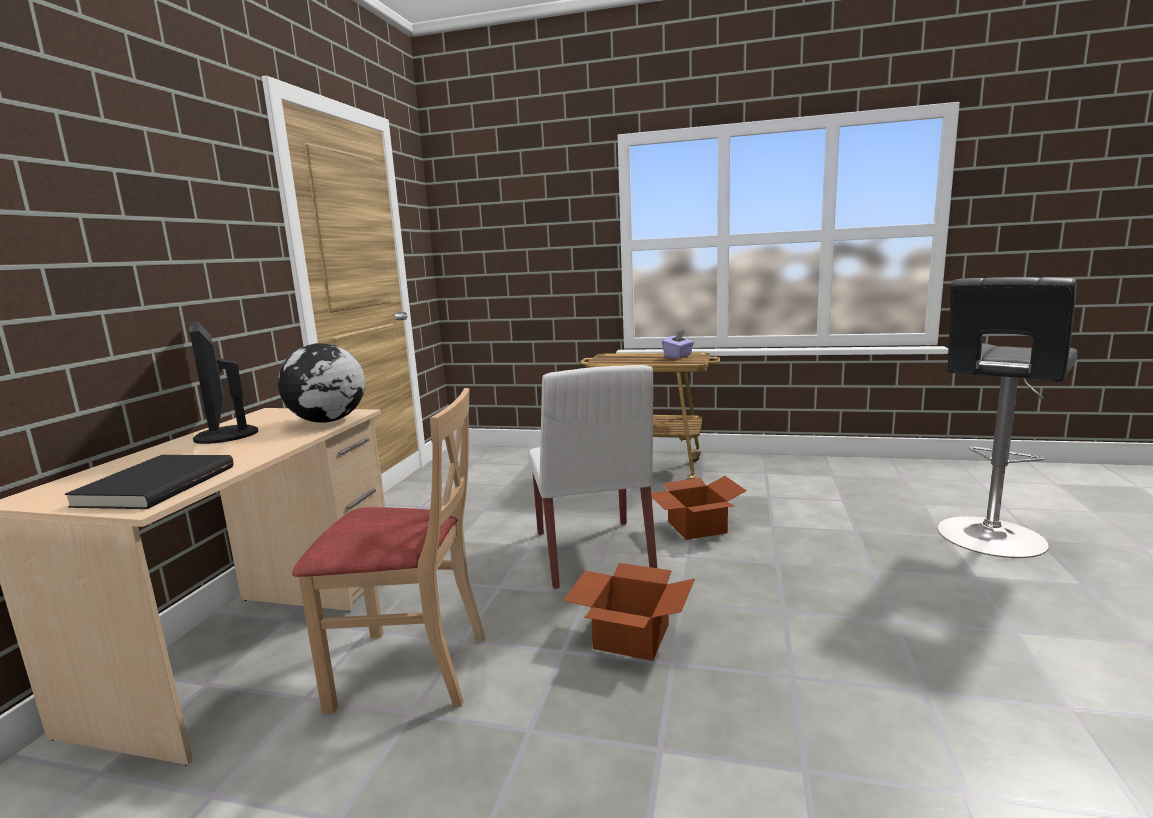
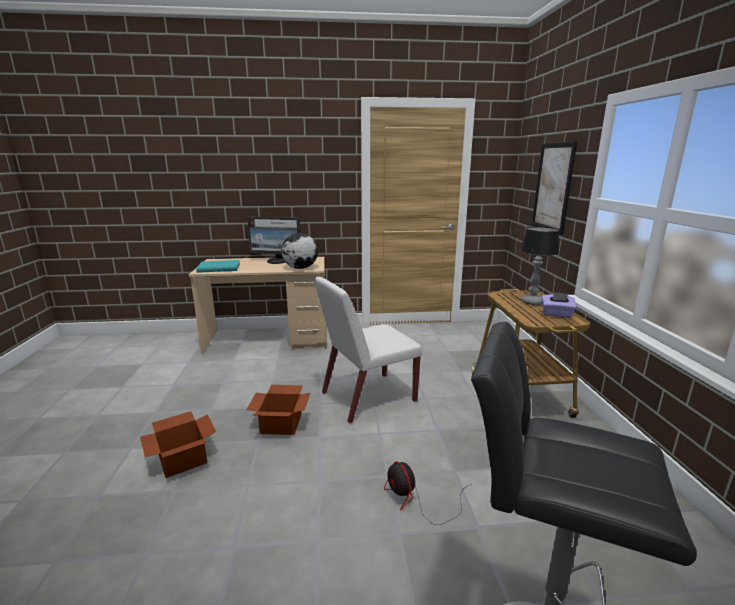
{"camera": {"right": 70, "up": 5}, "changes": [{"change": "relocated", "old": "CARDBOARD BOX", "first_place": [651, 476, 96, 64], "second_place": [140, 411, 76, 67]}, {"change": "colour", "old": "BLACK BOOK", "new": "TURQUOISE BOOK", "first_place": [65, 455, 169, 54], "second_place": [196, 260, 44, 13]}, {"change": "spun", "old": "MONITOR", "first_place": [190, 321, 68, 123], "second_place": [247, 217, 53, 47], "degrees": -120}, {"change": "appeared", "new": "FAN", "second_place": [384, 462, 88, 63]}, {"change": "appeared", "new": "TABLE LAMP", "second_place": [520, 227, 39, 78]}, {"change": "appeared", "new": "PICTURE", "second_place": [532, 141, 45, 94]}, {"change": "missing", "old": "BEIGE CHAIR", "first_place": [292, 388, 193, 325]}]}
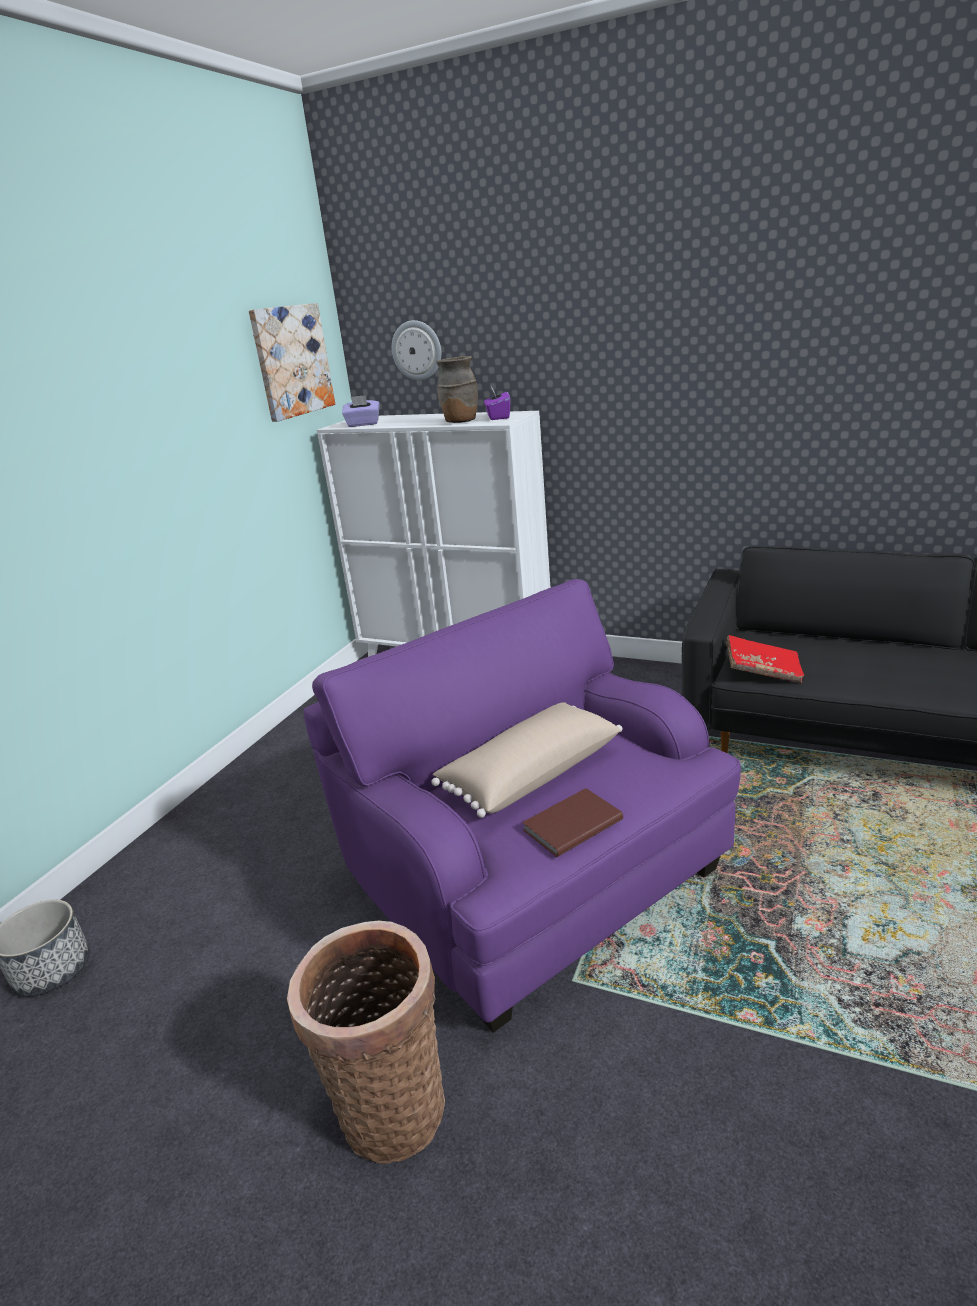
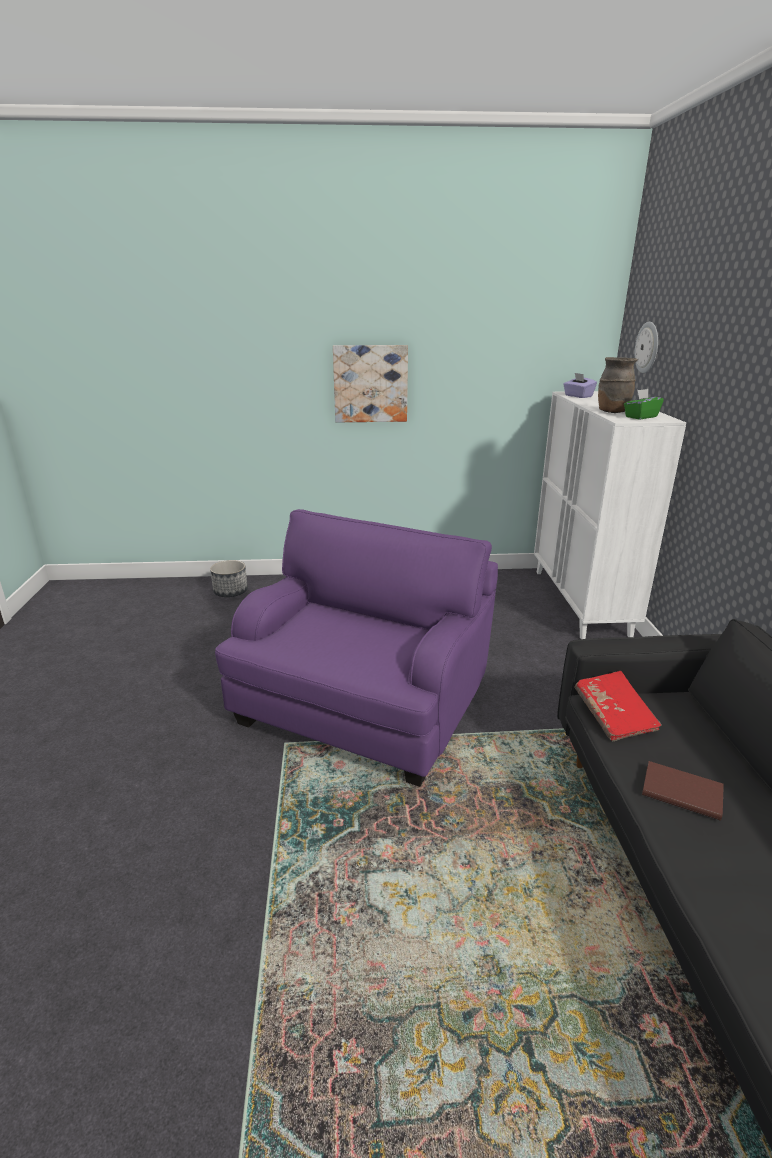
{"camera": {"right": 60, "up": 0}, "changes": [{"change": "relocated", "old": "PICTURE", "first_place": [249, 303, 86, 119], "second_place": [333, 345, 75, 77]}, {"change": "colour", "old": "PURPLE TISSUE BOX", "new": "GREEN TISSUE BOX", "first_place": [484, 388, 26, 32], "second_place": [624, 389, 40, 30]}, {"change": "relocated", "old": "BROWN BOOK", "first_place": [522, 788, 101, 69], "second_place": [642, 761, 82, 60]}, {"change": "missing", "old": "BASKET", "first_place": [287, 921, 158, 243]}, {"change": "missing", "old": "BEIGE PILLOW", "first_place": [431, 702, 192, 116]}]}
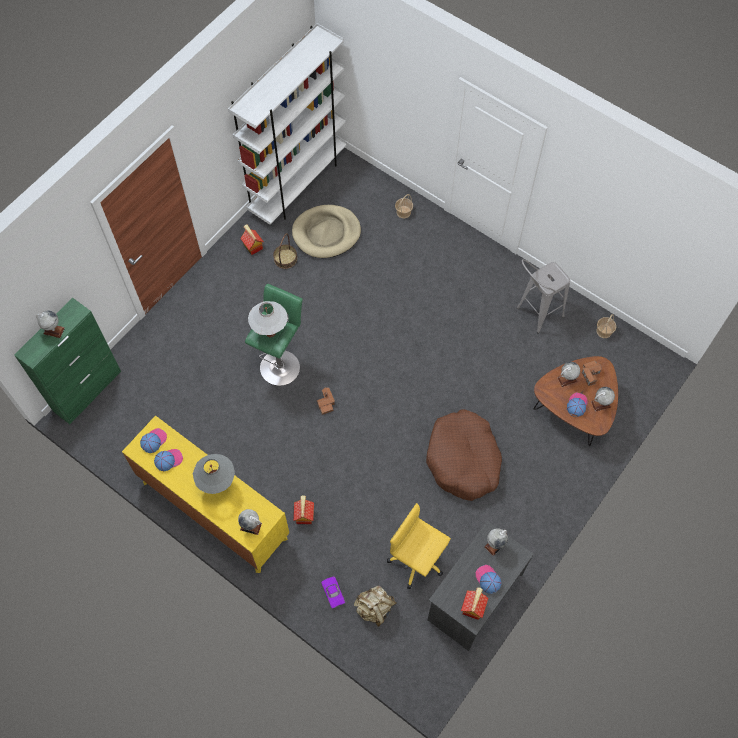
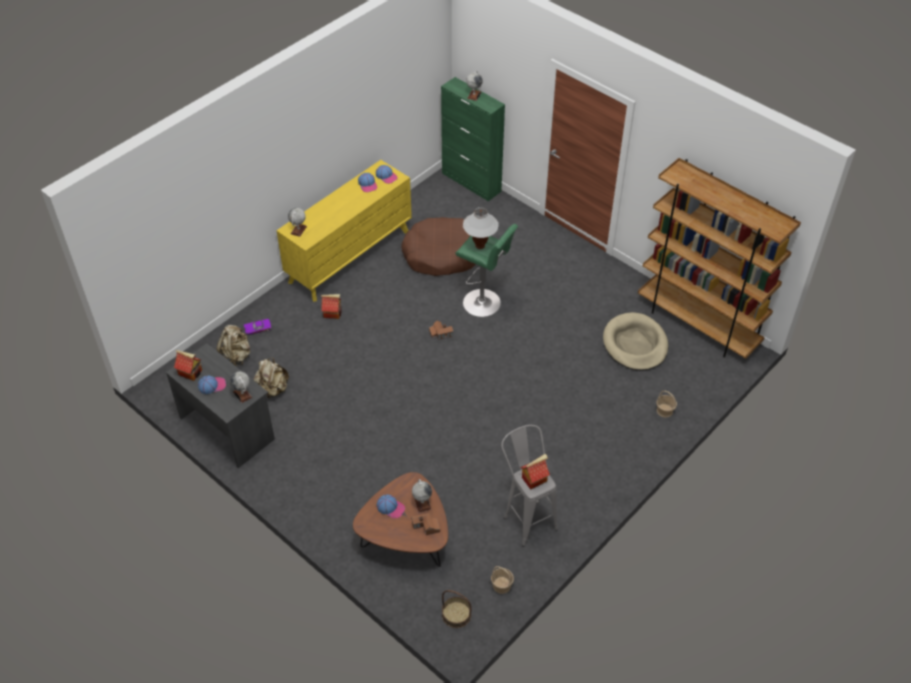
{"camera": {"right": 95, "up": -15}, "changes": [{"change": "exchanged", "old": "YELLOW OFFICE CHAIR", "new": "BEIGE BACKPACK", "first_place": [387, 503, 64, 86], "second_place": [253, 357, 36, 41]}, {"change": "relocated", "old": "BROWN DOG BED", "first_place": [426, 409, 76, 92], "second_place": [401, 217, 75, 59]}, {"change": "relocated", "old": "BASKET", "first_place": [273, 233, 24, 36], "second_place": [442, 590, 30, 38]}, {"change": "relocated", "old": "TOY HOUSE", "first_place": [240, 224, 24, 31], "second_place": [520, 454, 30, 36]}, {"change": "colour", "old": "WHITE BOOKCASE", "new": "BROWN BOOKCASE", "first_place": [228, 23, 119, 202], "second_place": [638, 158, 163, 201]}, {"change": "missing", "old": "GREY TABLE LAMP", "first_place": [193, 454, 42, 40]}, {"change": "missing", "old": "GLOBE", "first_place": [591, 387, 24, 25]}]}
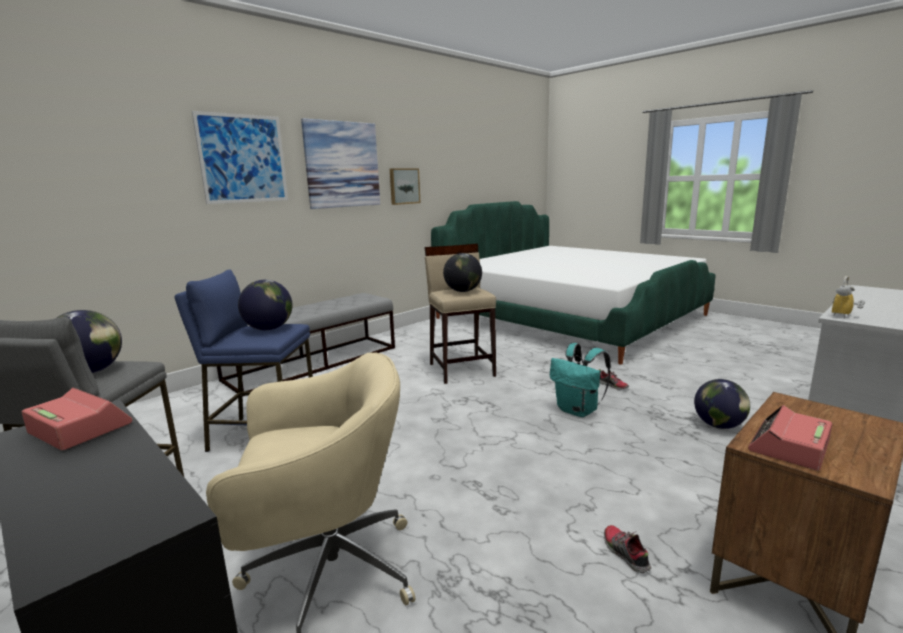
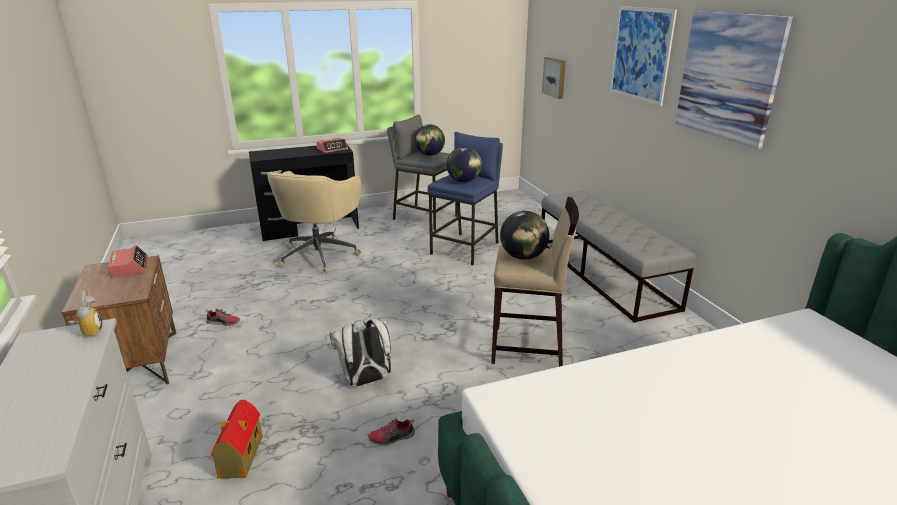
{"camera": {"right": 115, "up": 10}, "changes": [{"change": "exchanged", "old": "GLOBE", "new": "TOY HOUSE", "first_place": [694, 379, 56, 50], "second_place": [211, 400, 52, 78]}, {"change": "colour", "old": "TURQUOISE BACKPACK", "new": "WHITE BACKPACK", "first_place": [550, 343, 61, 74], "second_place": [330, 319, 61, 68]}, {"change": "relocated", "old": "PICTURE", "first_place": [390, 168, 31, 37], "second_place": [542, 57, 24, 42]}]}
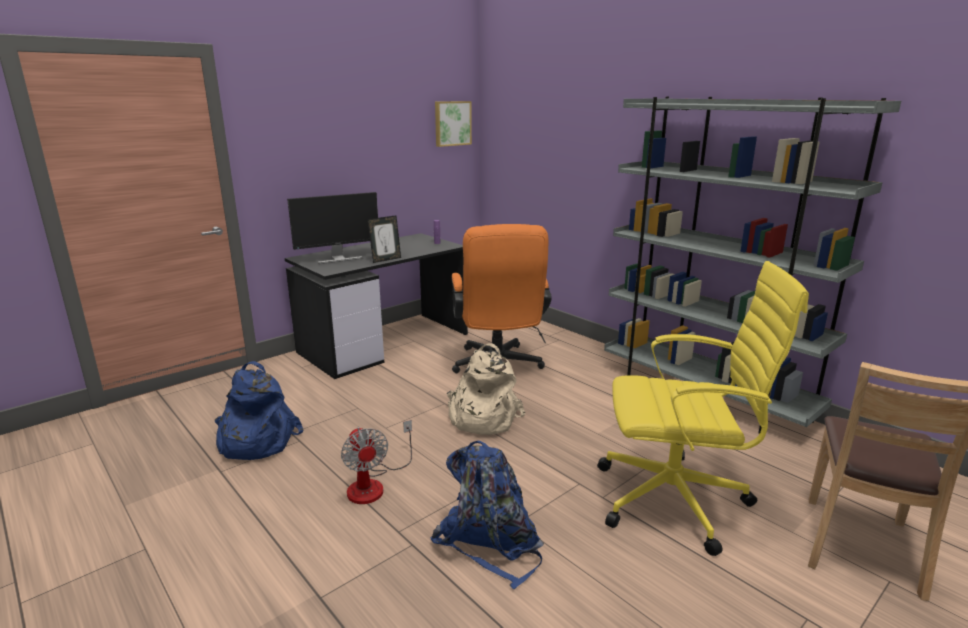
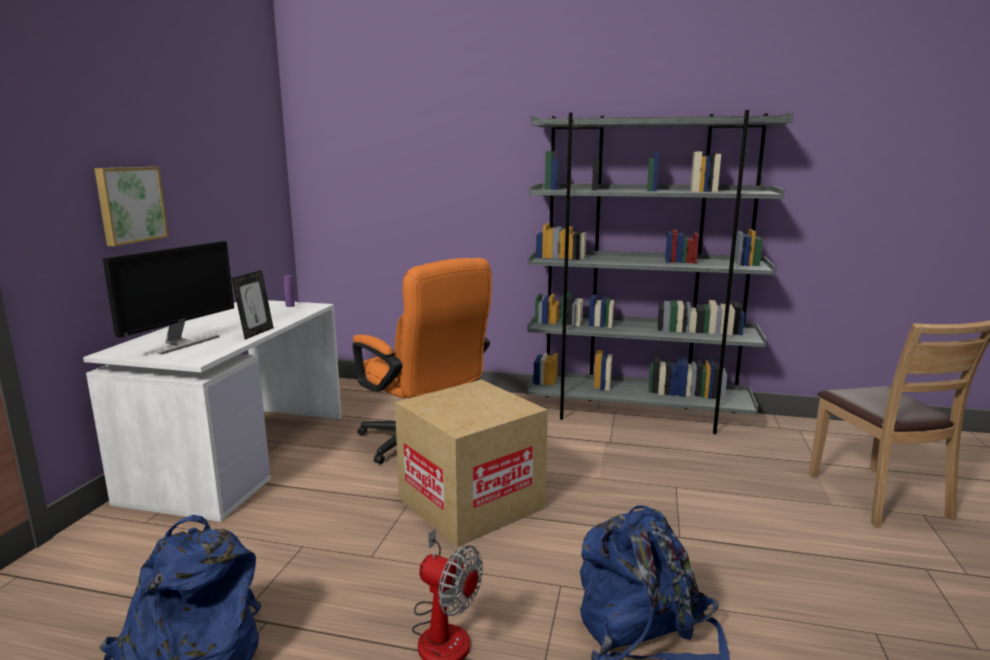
{"camera": {"right": -35, "up": -5}, "changes": [{"change": "colour", "old": "BLACK DESK", "new": "WHITE DESK", "first_place": [285, 233, 183, 146], "second_place": [83, 300, 259, 222]}, {"change": "relocated", "old": "PICTURE", "first_place": [435, 101, 37, 46], "second_place": [94, 167, 75, 79]}, {"change": "exchanged", "old": "BEIGE BACKPACK", "new": "CARDBOARD BOX", "first_place": [447, 343, 78, 92], "second_place": [395, 380, 153, 167]}, {"change": "missing", "old": "YELLOW OFFICE CHAIR", "first_place": [597, 261, 212, 295]}]}
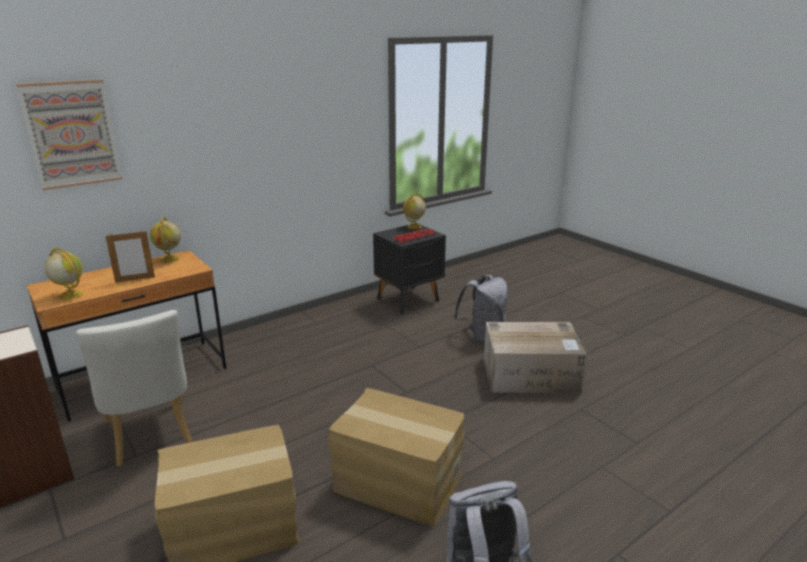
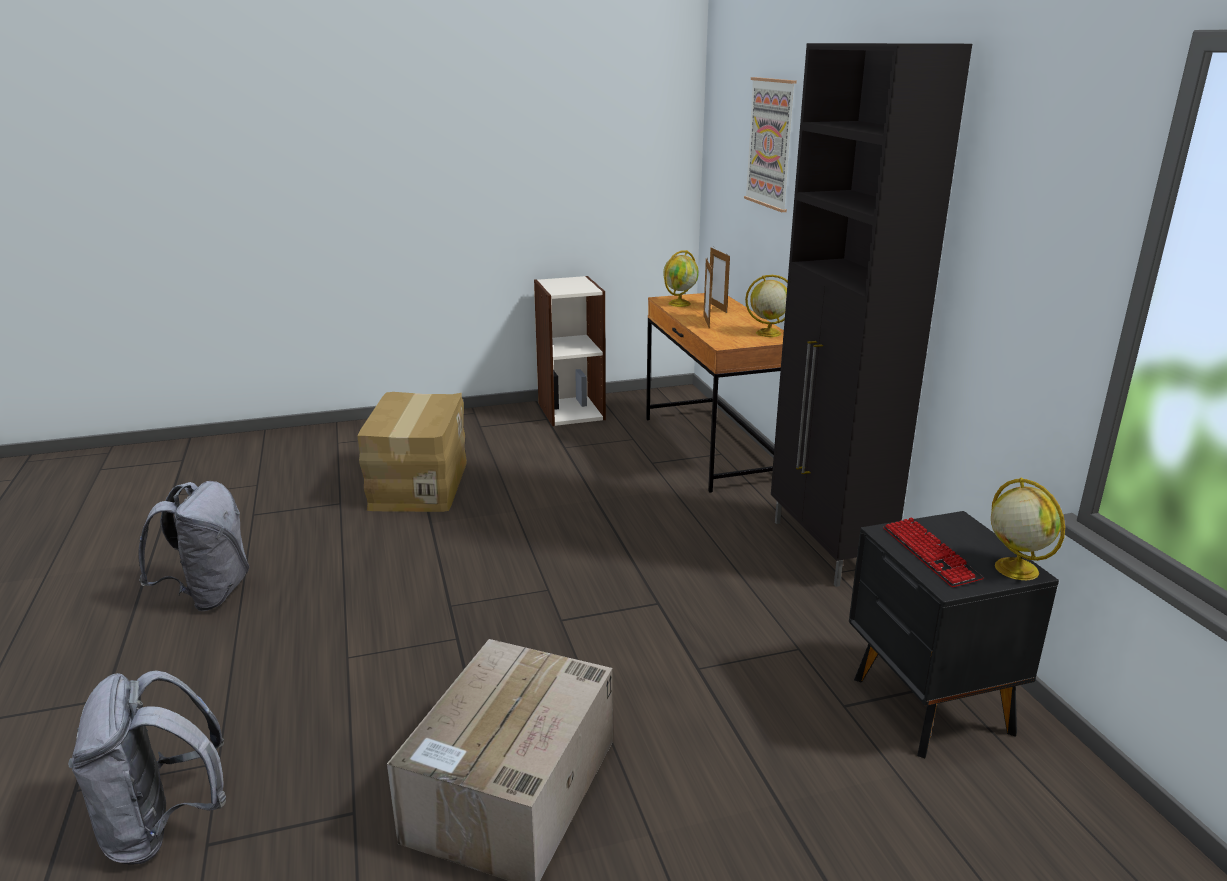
{"camera": {"right": 110, "up": 0}, "changes": [{"change": "relocated", "old": "GREY BACKPACK", "first_place": [454, 275, 54, 67], "second_place": [68, 670, 158, 195]}, {"change": "appeared", "new": "PICTURE FRAME", "second_place": [710, 247, 20, 66]}, {"change": "appeared", "new": "BLACK CABINET", "second_place": [771, 43, 201, 544]}, {"change": "missing", "old": "WHITE CHAIR", "first_place": [76, 310, 117, 156]}, {"change": "missing", "old": "CARDBOARD BOX", "first_place": [328, 388, 136, 138]}]}
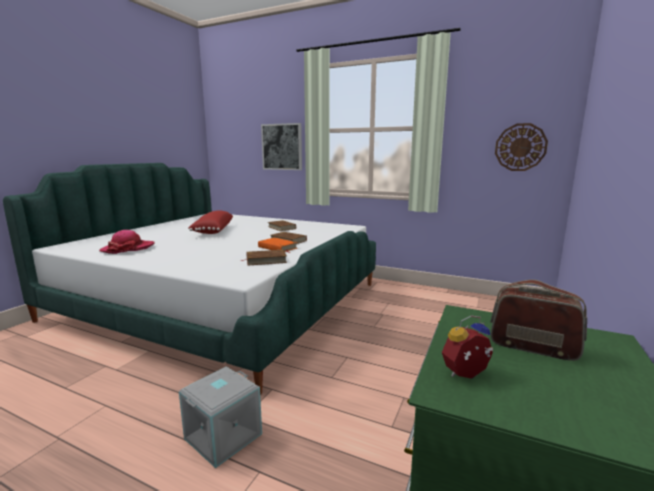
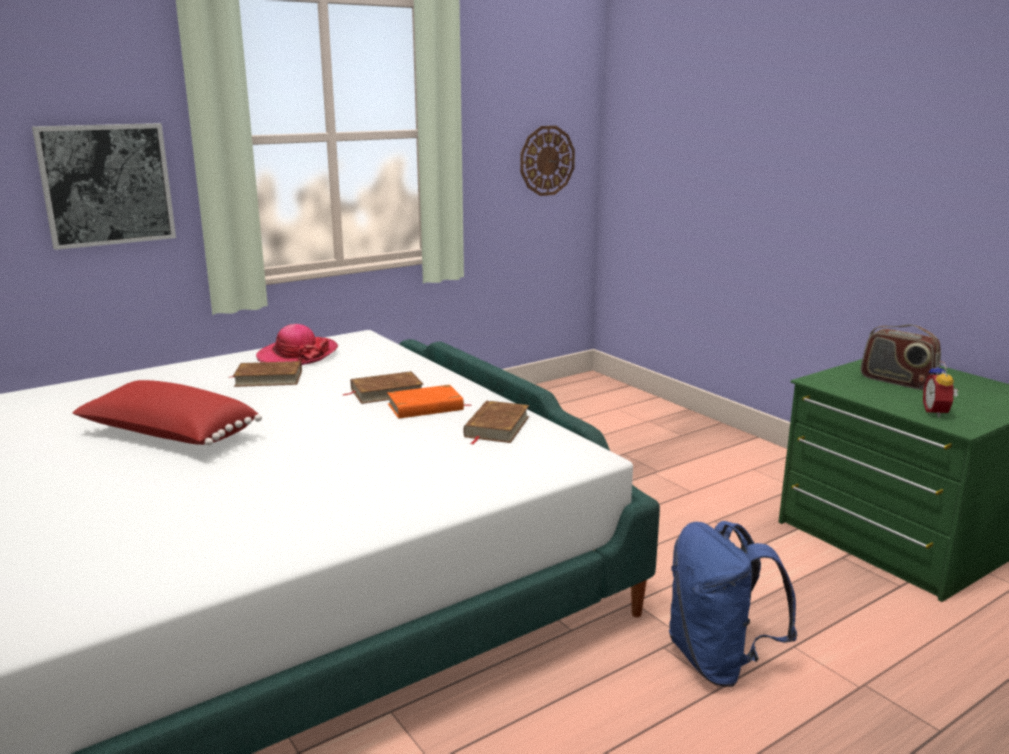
{"camera": {"right": -60, "up": 5}, "changes": [{"change": "relocated", "old": "HAT", "first_place": [99, 230, 56, 24], "second_place": [256, 324, 82, 41]}, {"change": "exchanged", "old": "GREY STORAGE BOX", "new": "BLUE BACKPACK", "first_place": [179, 367, 83, 101], "second_place": [669, 521, 128, 166]}, {"change": "spun", "old": "RADIO", "first_place": [490, 280, 97, 81], "second_place": [861, 324, 80, 66], "degrees": -105}]}
